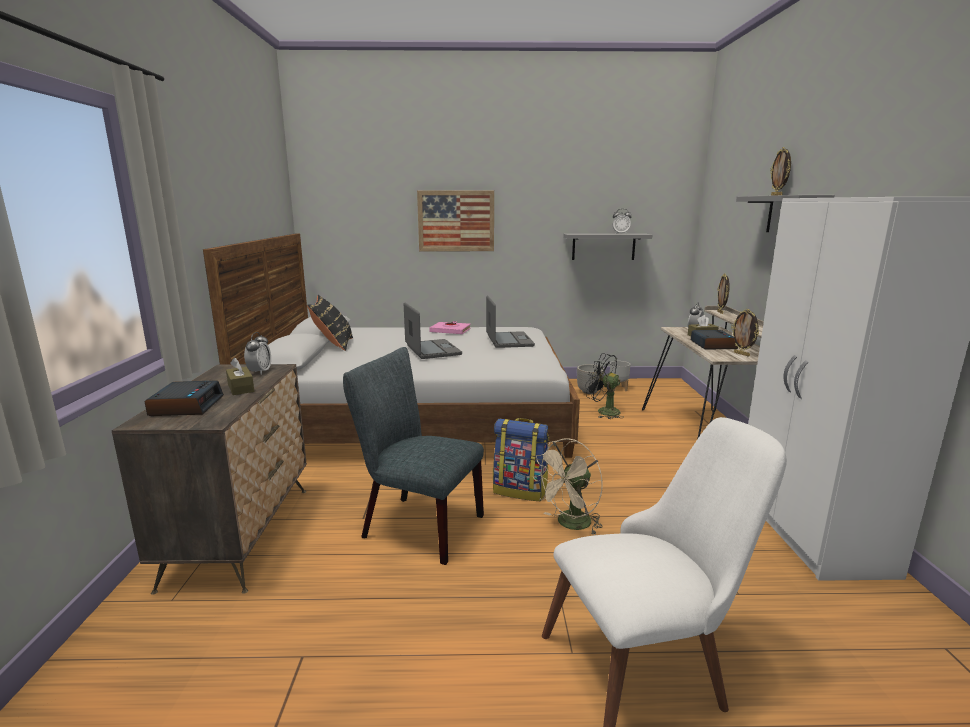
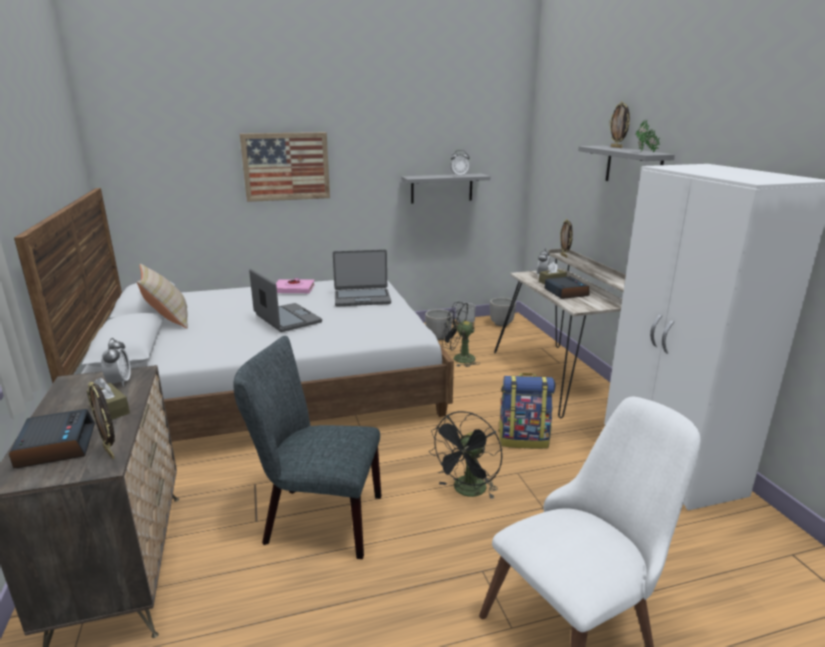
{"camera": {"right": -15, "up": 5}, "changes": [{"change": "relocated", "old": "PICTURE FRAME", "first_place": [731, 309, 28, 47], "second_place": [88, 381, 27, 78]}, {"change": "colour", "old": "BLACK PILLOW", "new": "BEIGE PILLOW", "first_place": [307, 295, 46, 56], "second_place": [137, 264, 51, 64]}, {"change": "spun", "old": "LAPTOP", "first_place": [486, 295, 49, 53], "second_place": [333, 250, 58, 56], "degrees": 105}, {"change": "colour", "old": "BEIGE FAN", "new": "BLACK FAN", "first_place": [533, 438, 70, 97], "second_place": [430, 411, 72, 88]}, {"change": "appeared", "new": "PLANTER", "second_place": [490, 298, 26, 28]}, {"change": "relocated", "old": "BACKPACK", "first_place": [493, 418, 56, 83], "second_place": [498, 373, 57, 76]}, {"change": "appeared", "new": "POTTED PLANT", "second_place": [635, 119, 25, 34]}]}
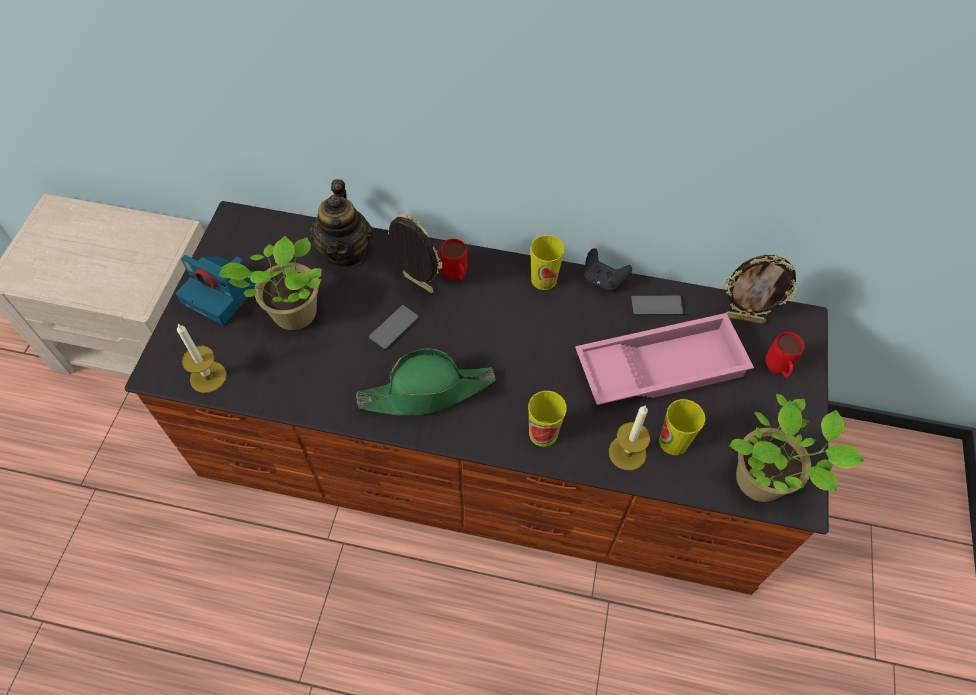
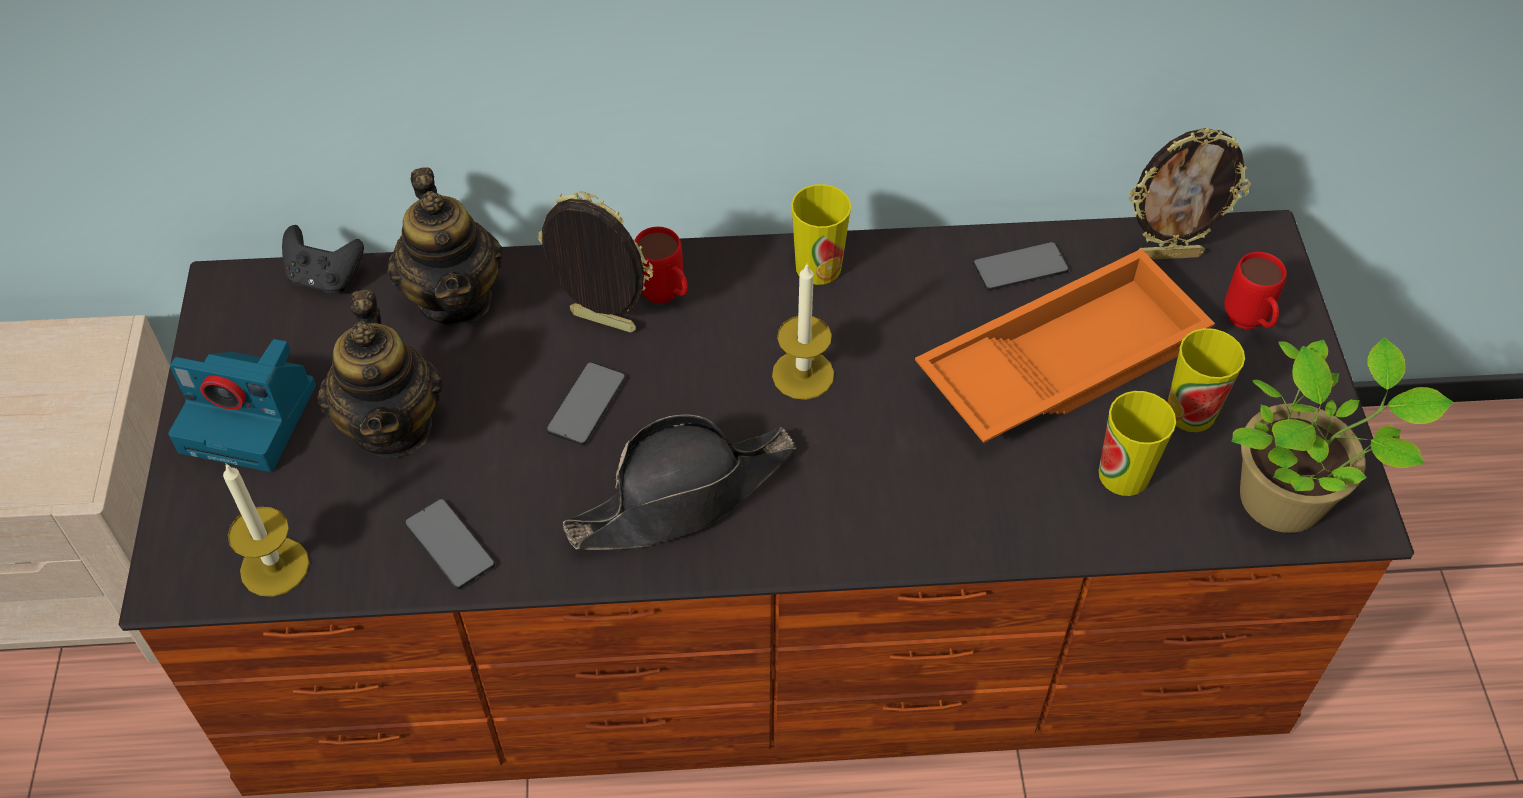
{"camera": {"right": -15, "up": -5}, "changes": [{"change": "relocated", "old": "BLACK GAME CONTROLLER", "first_place": [584, 248, 48, 44], "second_place": [282, 225, 82, 68]}, {"change": "exchanged", "old": "POTTED PLANT", "new": "TEAPOT", "first_place": [219, 236, 103, 94], "second_place": [318, 290, 125, 168]}, {"change": "appeared", "new": "PHONE", "second_place": [405, 499, 90, 90]}, {"change": "colour", "old": "GREEN HAT", "new": "BLACK HAT", "first_place": [356, 348, 140, 67], "second_place": [563, 414, 233, 136]}, {"change": "relocated", "old": "CANDLE", "first_place": [609, 405, 41, 65], "second_place": [772, 264, 62, 136]}, {"change": "colour", "old": "PINK TRAY", "new": "ORANGE TRAY", "first_place": [575, 313, 179, 92], "second_place": [915, 249, 300, 194]}, {"change": "relocated", "old": "CUP", "first_place": [528, 391, 39, 56], "second_place": [1167, 328, 78, 104]}]}
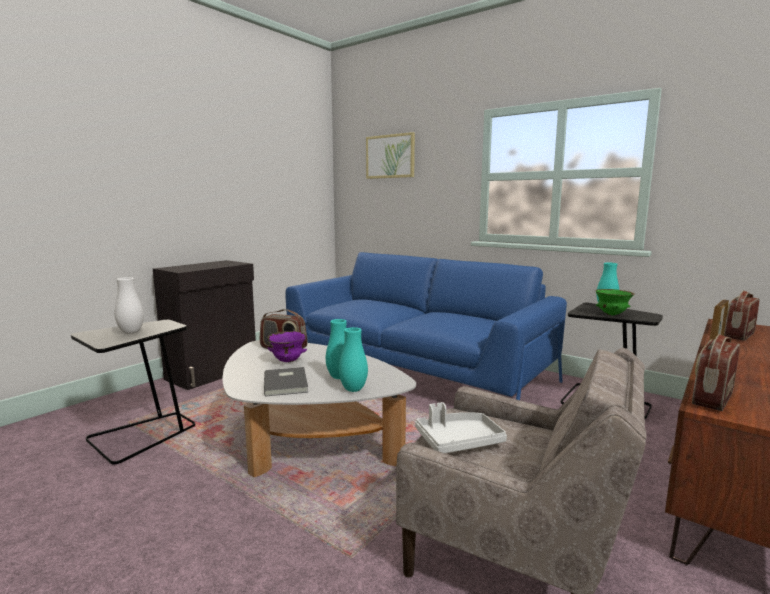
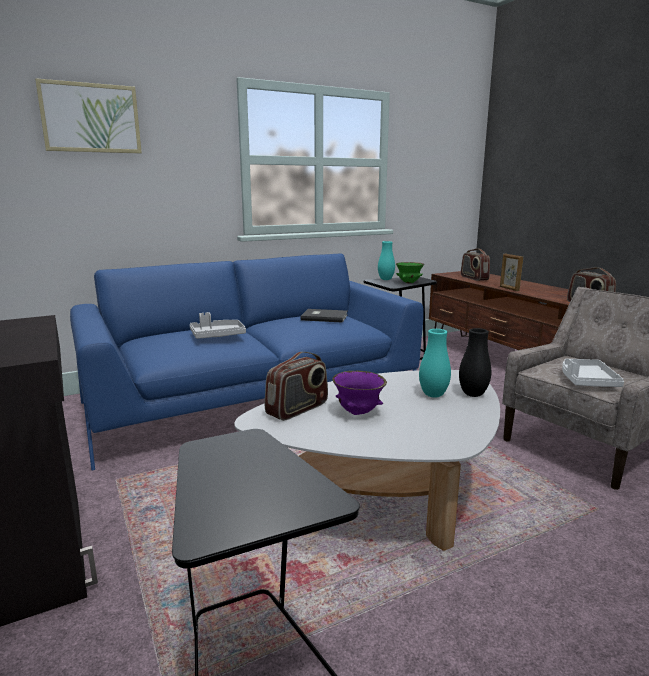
{"camera": {"right": -65, "up": 5}, "changes": [{"change": "appeared", "new": "GREY TRAY", "second_place": [190, 312, 56, 27]}, {"change": "relocated", "old": "GREY BOOK", "first_place": [264, 367, 44, 30], "second_place": [301, 309, 46, 14]}, {"change": "colour", "old": "TURQUOISE VASE", "new": "BLACK VASE", "first_place": [339, 327, 29, 65], "second_place": [459, 328, 32, 69]}, {"change": "missing", "old": "WHITE VASE", "first_place": [114, 277, 30, 57]}]}
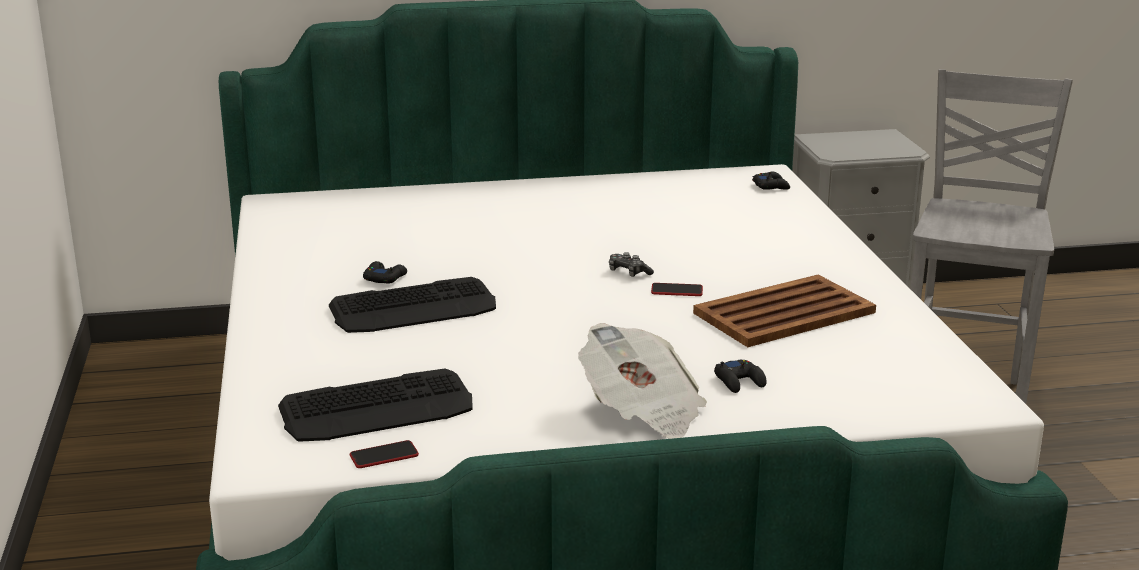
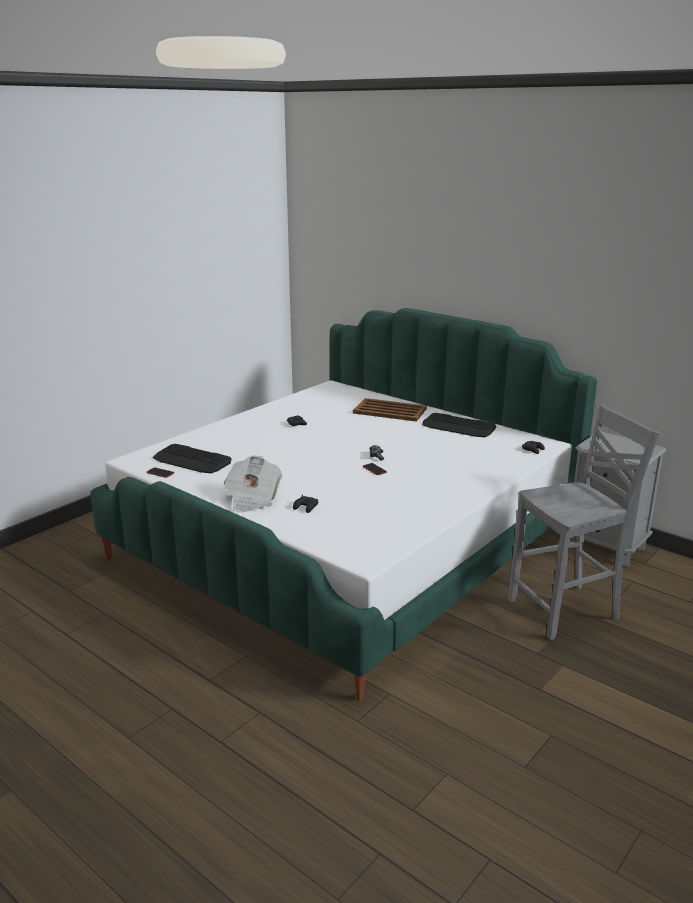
{"camera": {"right": 50, "up": 0}, "changes": [{"change": "relocated", "old": "BROWN TRAY", "first_place": [693, 275, 183, 72], "second_place": [353, 398, 74, 24]}, {"change": "relocated", "old": "KEYBOARD", "first_place": [329, 277, 167, 56], "second_place": [422, 413, 74, 24]}]}
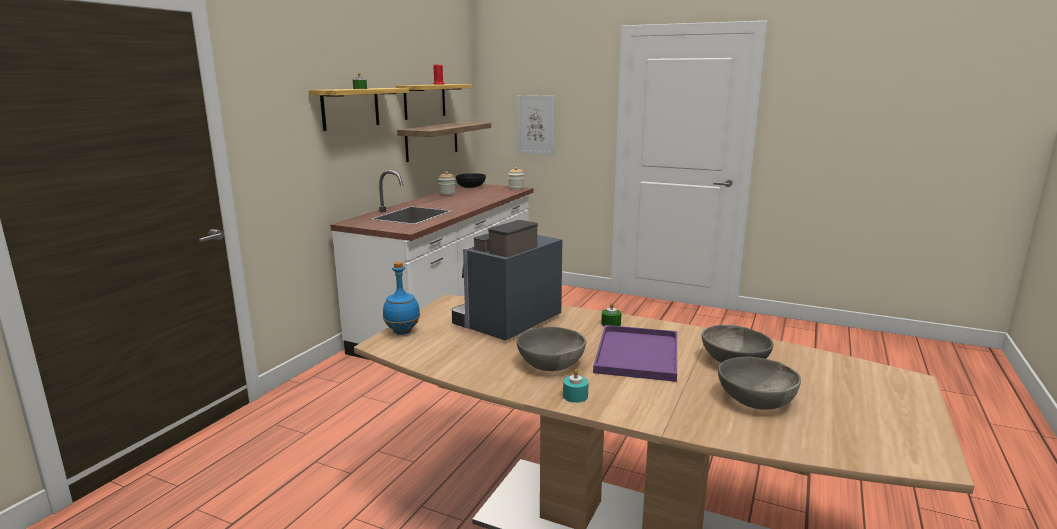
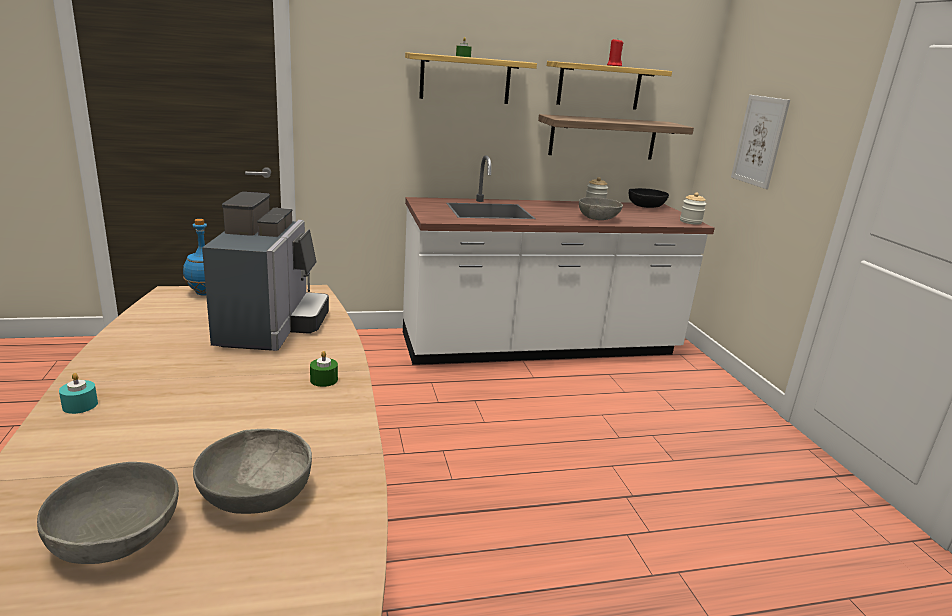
{"camera": {"right": 50, "up": 5}, "changes": [{"change": "spun", "old": "COFFEE MACHINE", "first_place": [452, 220, 110, 121], "second_place": [202, 192, 127, 159], "degrees": 90}, {"change": "relocated", "old": "GREY BOWL", "first_place": [517, 327, 69, 44], "second_place": [579, 197, 44, 23]}, {"change": "missing", "old": "PURPLE TRAY", "first_place": [593, 325, 84, 57]}]}
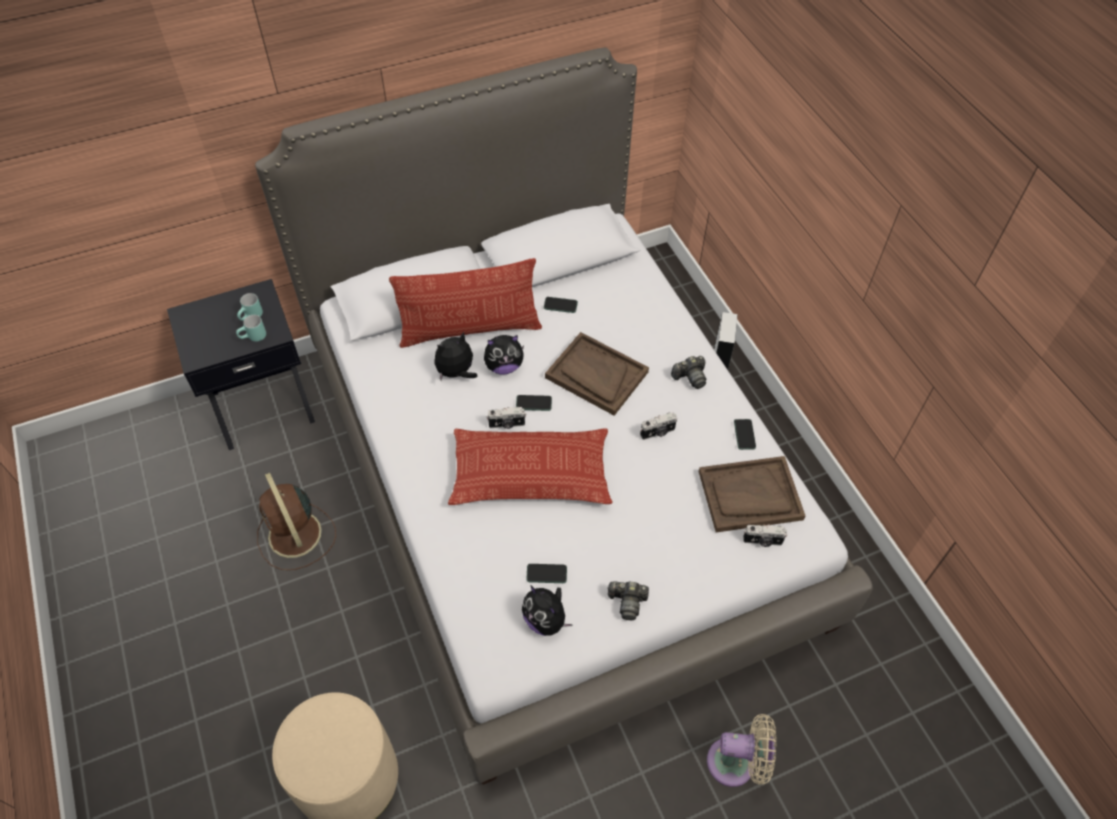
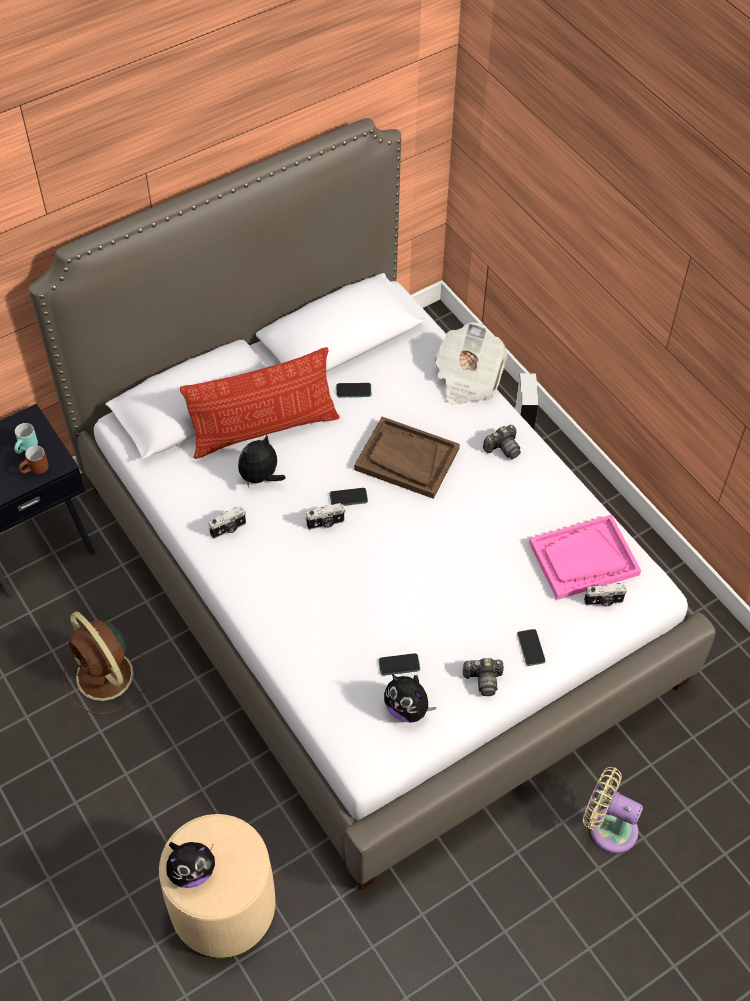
{"camera": {"right": -10, "up": 0}, "changes": [{"change": "colour", "old": "TURQUOISE MUG", "new": "BROWN MUG", "first_place": [236, 315, 30, 27], "second_place": [19, 446, 30, 28]}, {"change": "relocated", "old": "PLUSH TOY", "first_place": [484, 335, 40, 39], "second_place": [166, 842, 49, 46]}, {"change": "relocated", "old": "PHOTO CAMERA", "first_place": [640, 412, 37, 28], "second_place": [208, 506, 38, 33]}, {"change": "appeared", "new": "NEWSPAPER", "second_place": [435, 322, 72, 83]}, {"change": "relocated", "old": "PHONE", "first_place": [734, 419, 22, 31], "second_place": [517, 629, 29, 37]}, {"change": "colour", "old": "BROWN TRAY", "new": "PINK TRAY", "first_place": [699, 456, 106, 76], "second_place": [529, 515, 112, 85]}, {"change": "spun", "old": "BEIGE FAN", "first_place": [707, 714, 69, 73], "second_place": [583, 767, 60, 86], "degrees": -150}, {"change": "missing", "old": "PILLOW", "first_place": [448, 428, 165, 77]}]}
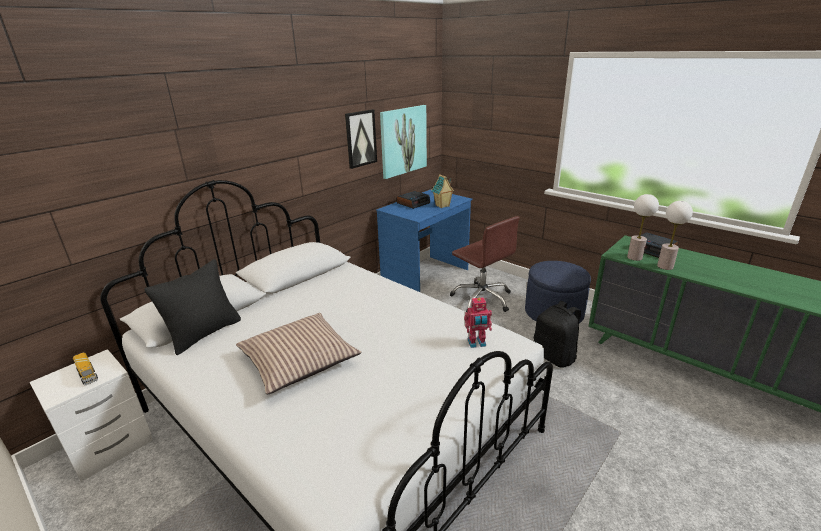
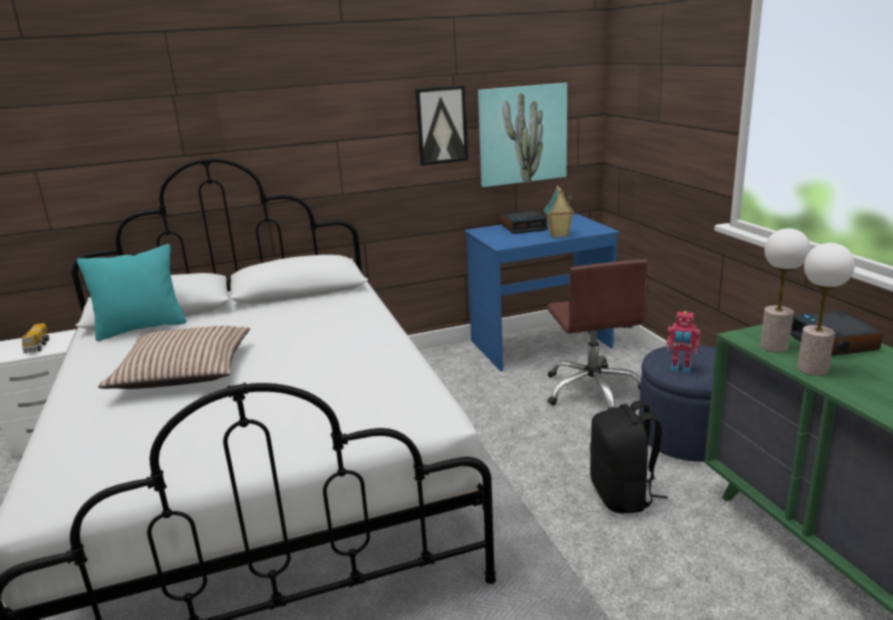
{"camera": {"right": 30, "up": -5}, "changes": [{"change": "colour", "old": "BLACK PILLOW", "new": "TURQUOISE PILLOW", "first_place": [144, 259, 97, 96], "second_place": [77, 244, 110, 97]}, {"change": "relocated", "old": "TOY ROBOT", "first_place": [464, 297, 28, 51], "second_place": [667, 311, 33, 62]}]}
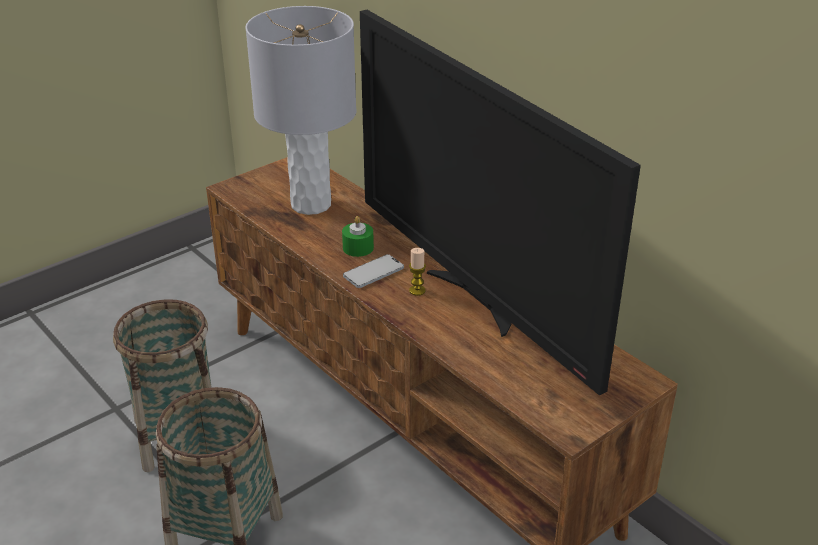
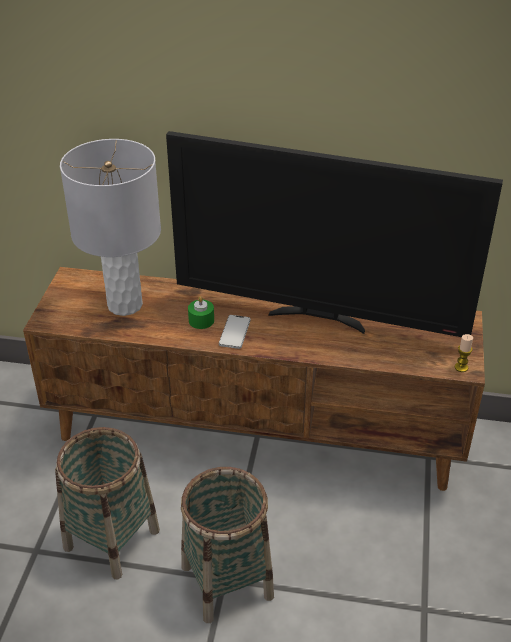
{"camera": {"right": -40, "up": 5}, "changes": [{"change": "relocated", "old": "CANDLE", "first_place": [409, 248, 17, 48], "second_place": [455, 334, 18, 38]}]}
